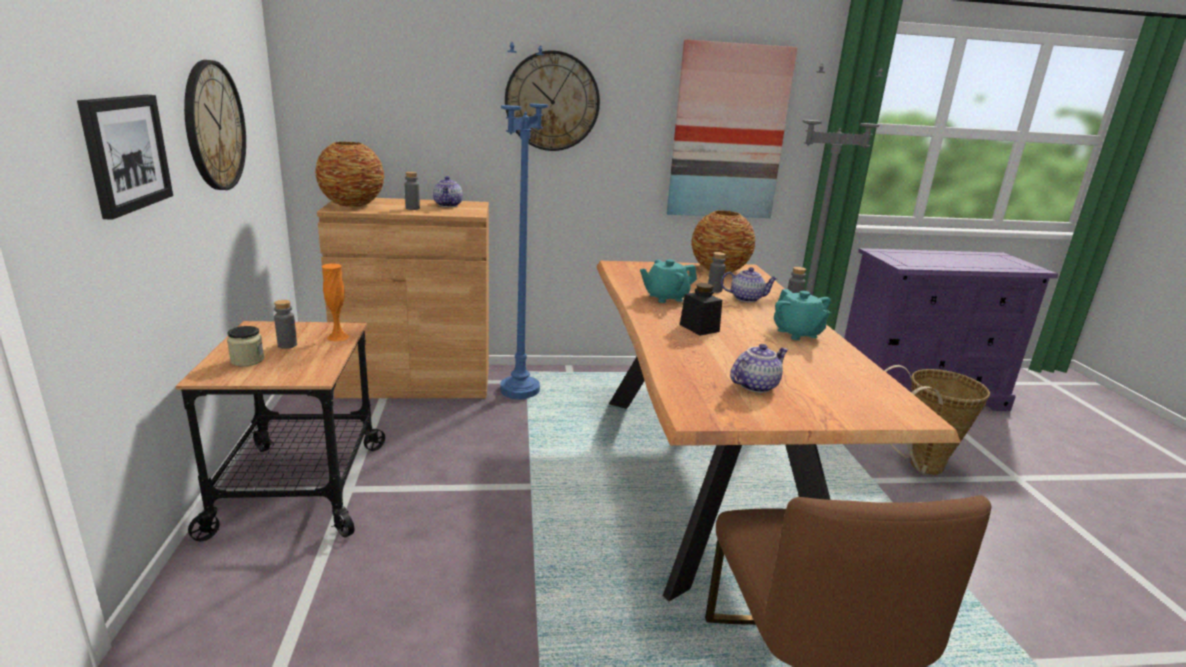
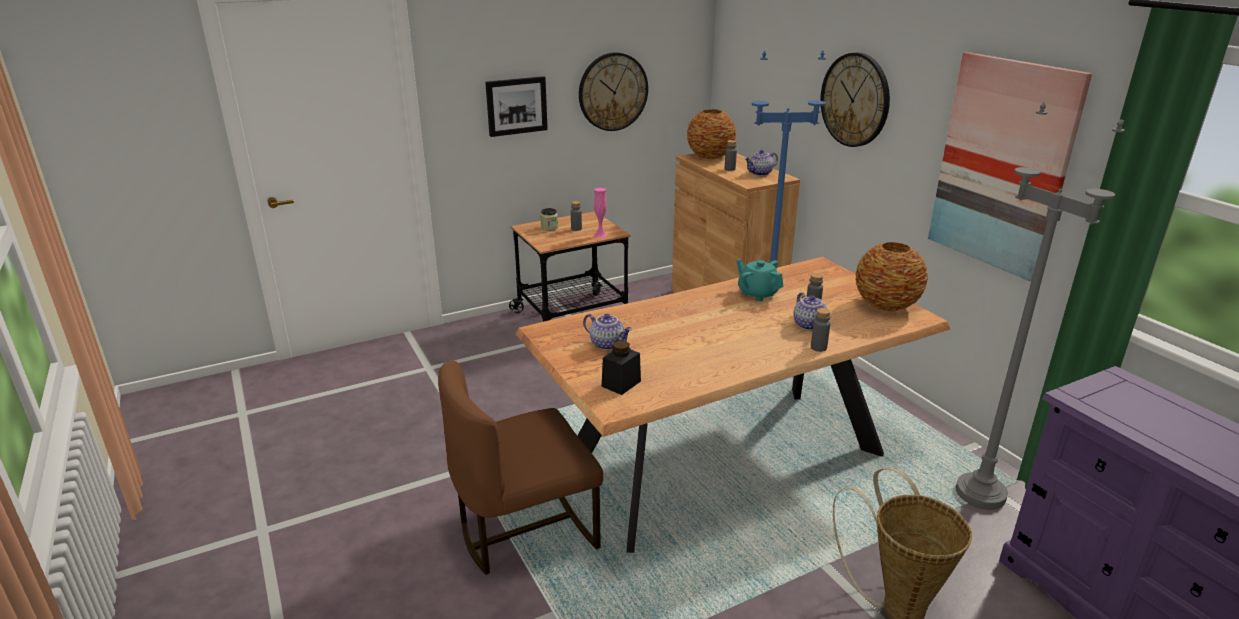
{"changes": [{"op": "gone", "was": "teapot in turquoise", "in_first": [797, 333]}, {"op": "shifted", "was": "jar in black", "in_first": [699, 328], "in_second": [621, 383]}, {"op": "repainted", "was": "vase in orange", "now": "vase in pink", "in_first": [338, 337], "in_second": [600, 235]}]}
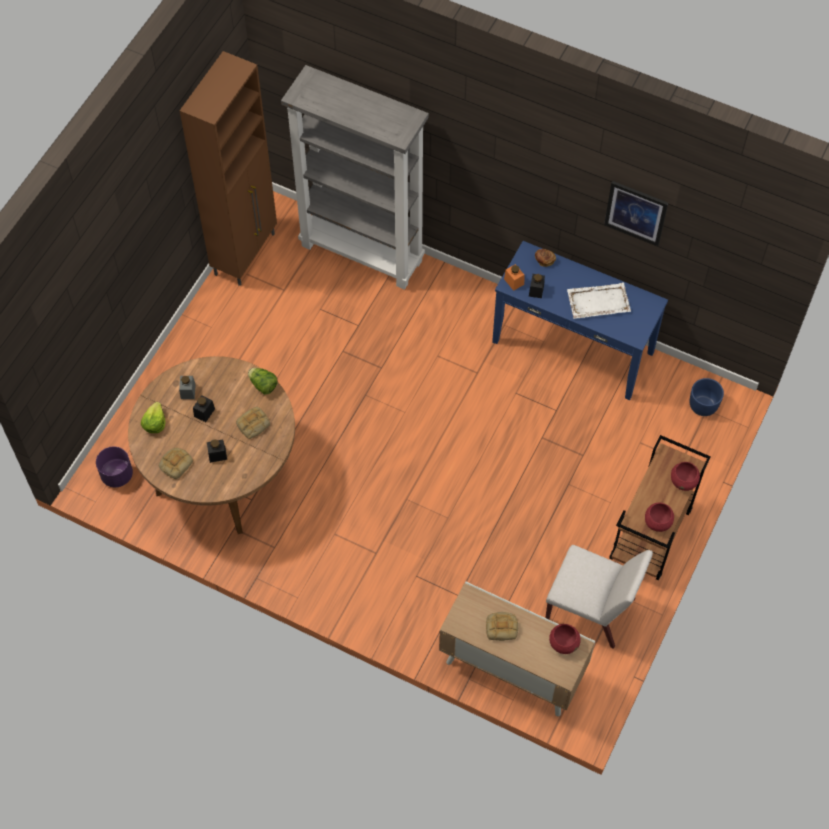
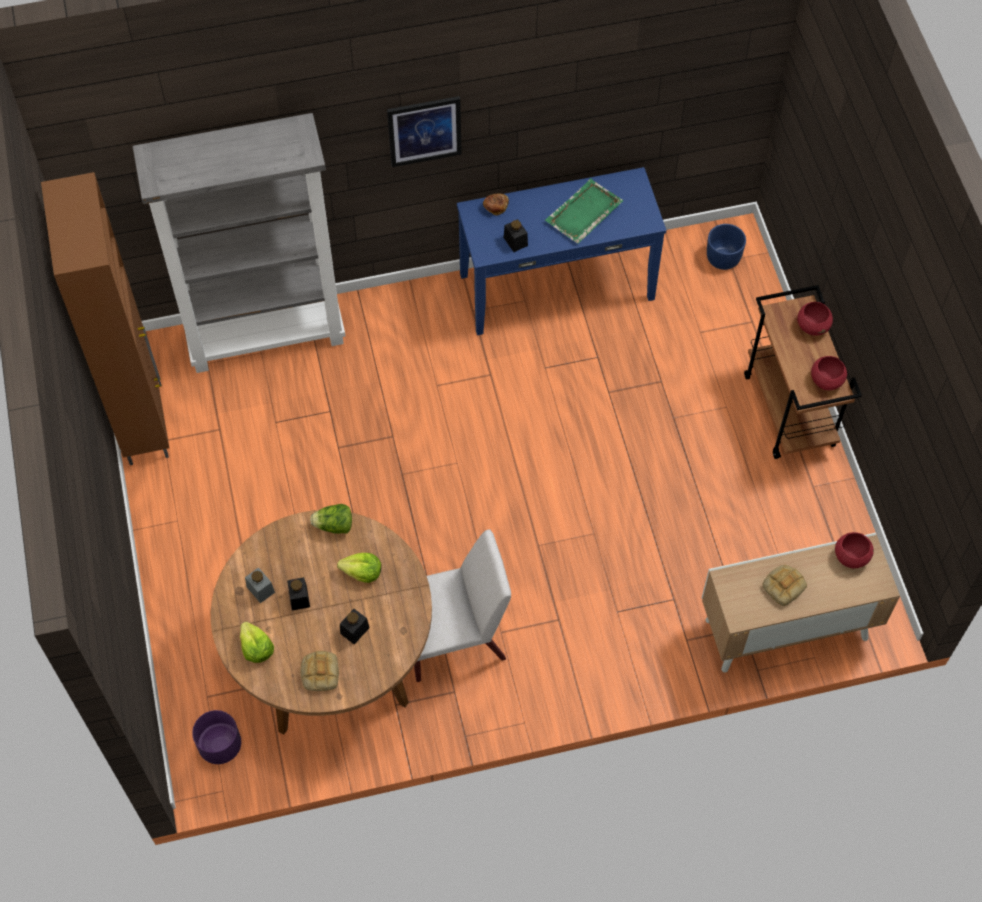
{"changes": [{"op": "gone", "was": "jar in orange", "in_first": [514, 281]}, {"op": "shifted", "was": "chair in white", "in_first": [591, 609], "in_second": [453, 637]}, {"op": "shifted", "was": "picture", "in_first": [636, 212], "in_second": [424, 130]}, {"op": "swapped", "was": "bread", "now": "lettuce", "in_first": [253, 425], "in_second": [362, 573]}, {"op": "repainted", "was": "tray in white", "now": "tray in green", "in_first": [597, 302], "in_second": [583, 213]}]}
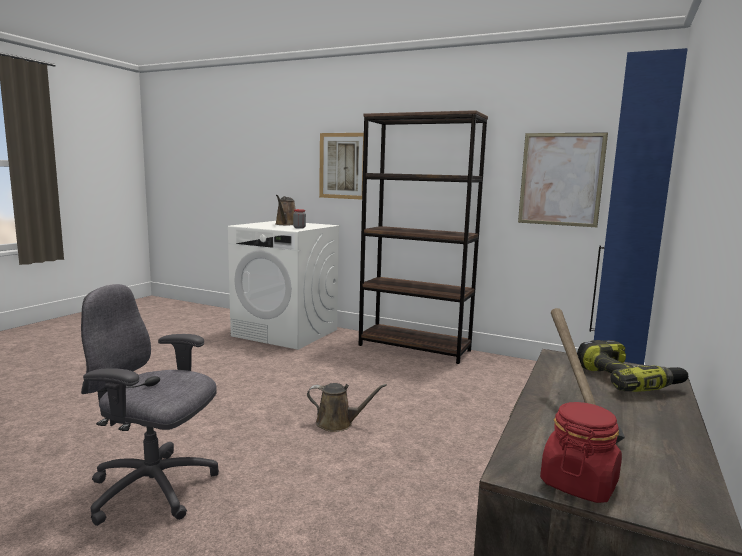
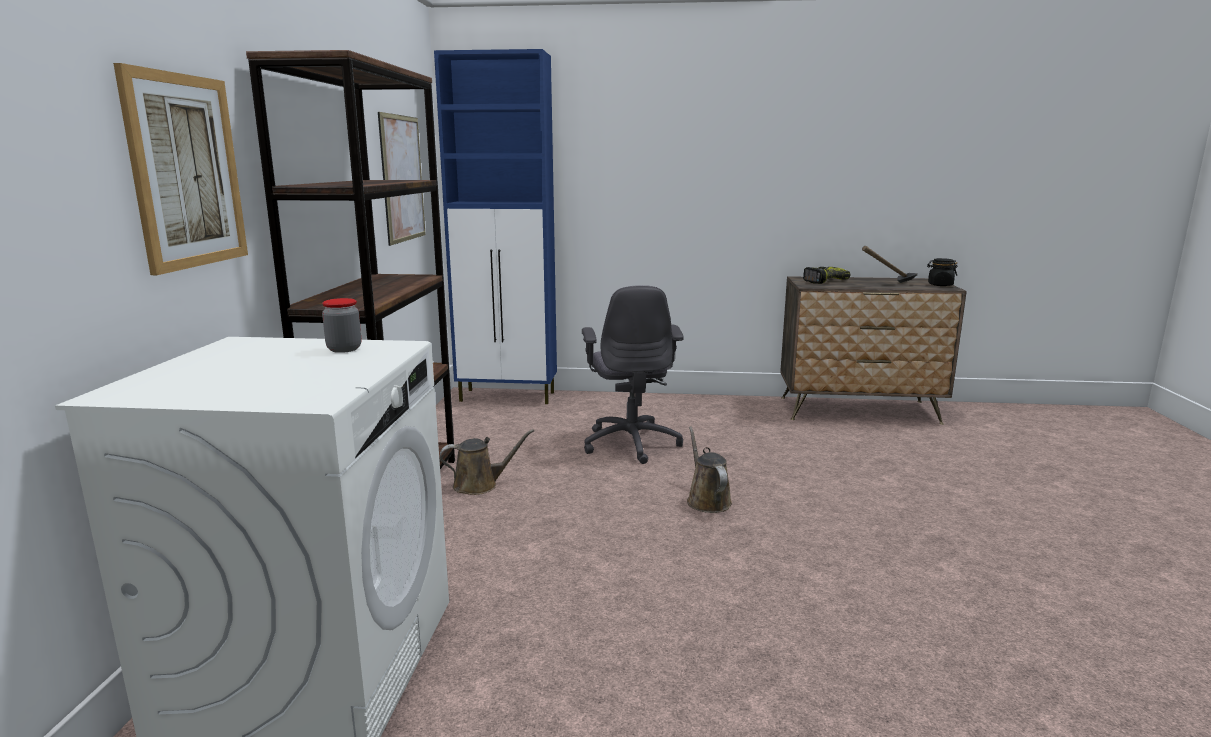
{"changes": [{"op": "shifted", "was": "office chair in grey", "in_first": [154, 489], "in_second": [631, 443]}, {"op": "shifted", "was": "watering can in brown", "in_first": [286, 224], "in_second": [480, 485]}, {"op": "repainted", "was": "jar in red", "now": "jar in black", "in_first": [578, 483], "in_second": [940, 285]}]}
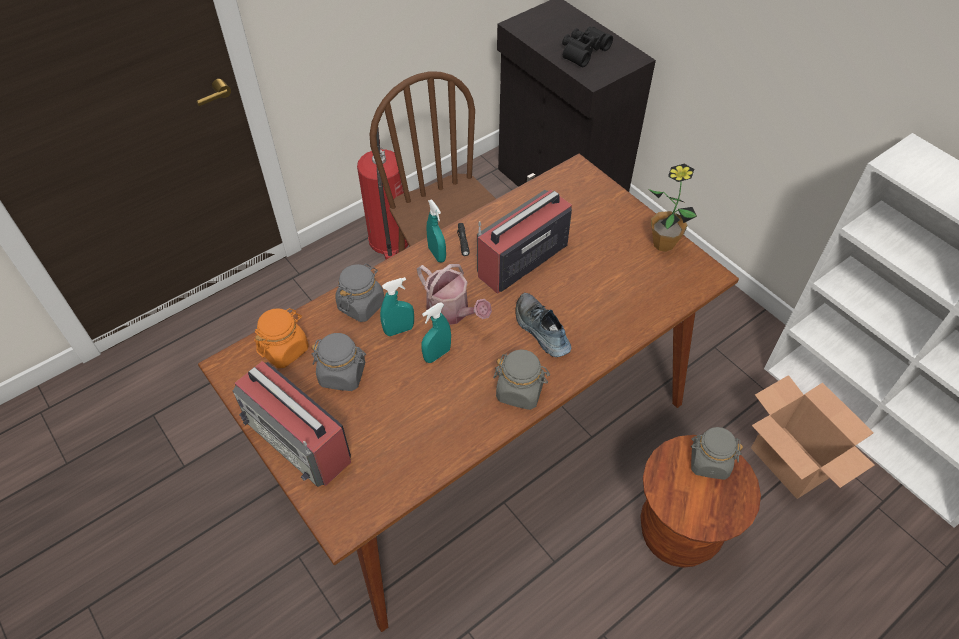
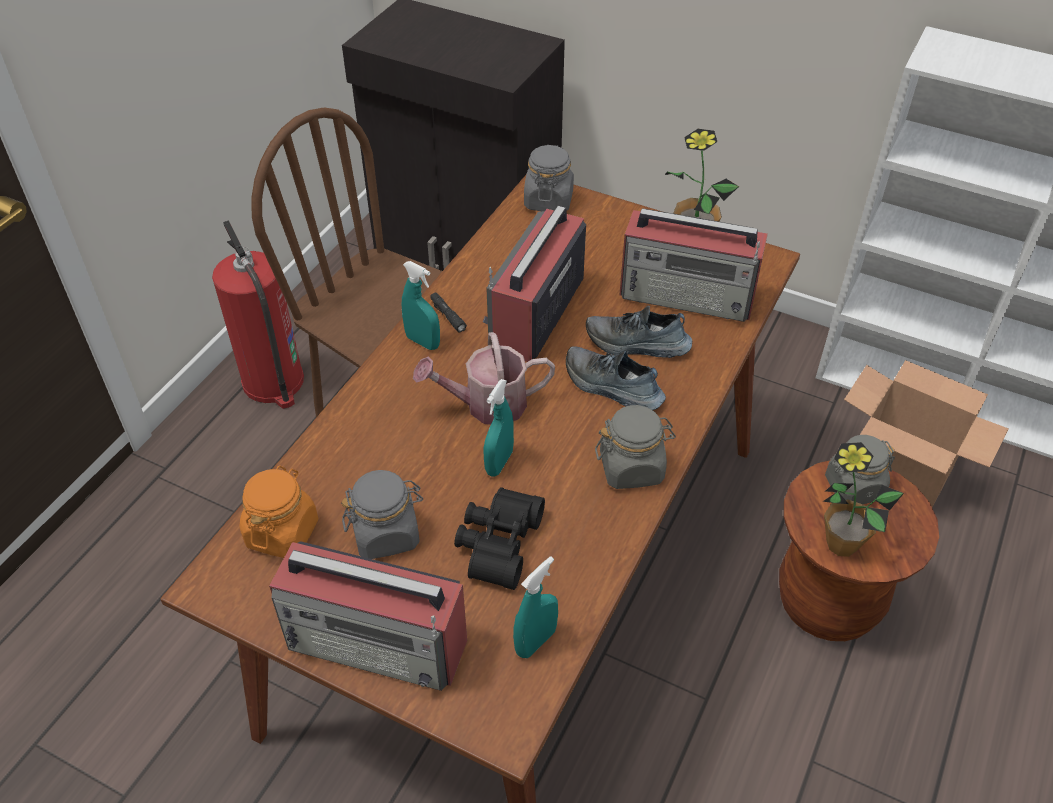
{"changes": [{"op": "new", "now": "shoe", "in_second": [637, 345]}, {"op": "new", "now": "radio", "in_second": [689, 296]}, {"op": "new", "now": "potted plant", "in_second": [841, 544]}, {"op": "shifted", "was": "jar in grey", "in_first": [361, 305], "in_second": [548, 200]}, {"op": "shifted", "was": "spray bottle in turquoise", "in_first": [399, 330], "in_second": [535, 642]}, {"op": "shifted", "was": "binoculars in black", "in_first": [582, 51], "in_second": [496, 543]}, {"op": "rotated", "was": "watering can", "in_first": [452, 312], "in_second": [487, 405], "clockwise": 150}]}
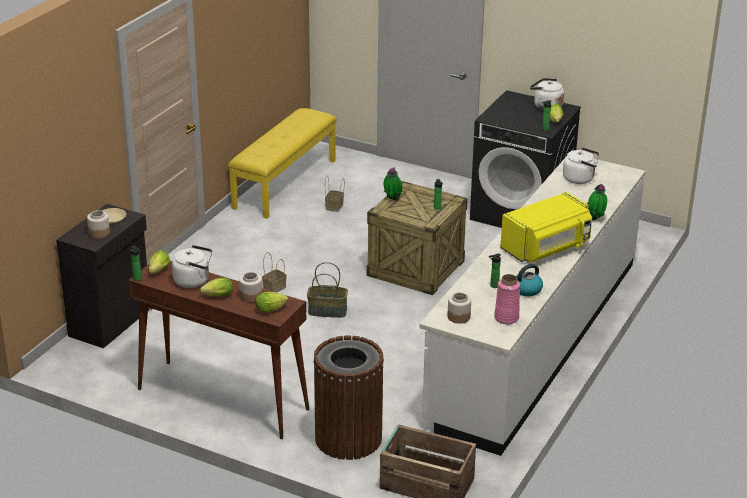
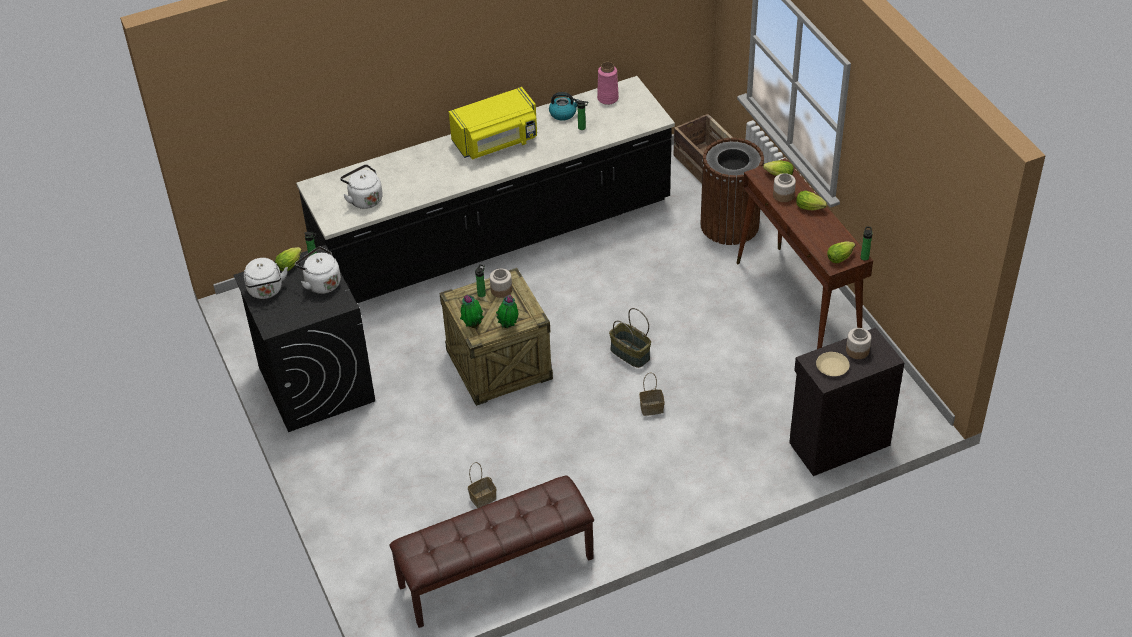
{"changes": [{"op": "shifted", "was": "kettle in white", "in_first": [194, 281], "in_second": [321, 283]}, {"op": "shifted", "was": "jar", "in_first": [458, 317], "in_second": [501, 290]}, {"op": "shifted", "was": "potted plant", "in_first": [595, 219], "in_second": [473, 325]}, {"op": "repainted", "was": "bench in yellow", "now": "bench in brown", "in_first": [284, 183], "in_second": [496, 572]}, {"op": "repainted", "was": "counter in white", "now": "counter in black", "in_first": [534, 339], "in_second": [495, 238]}, {"op": "rotated", "was": "microwave in yellow", "in_first": [546, 248], "in_second": [497, 142], "clockwise": 150}]}
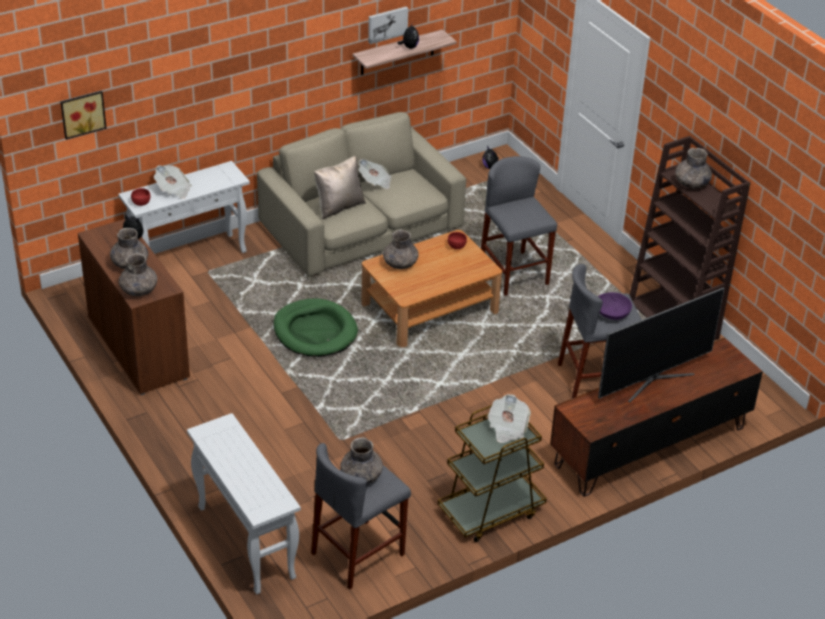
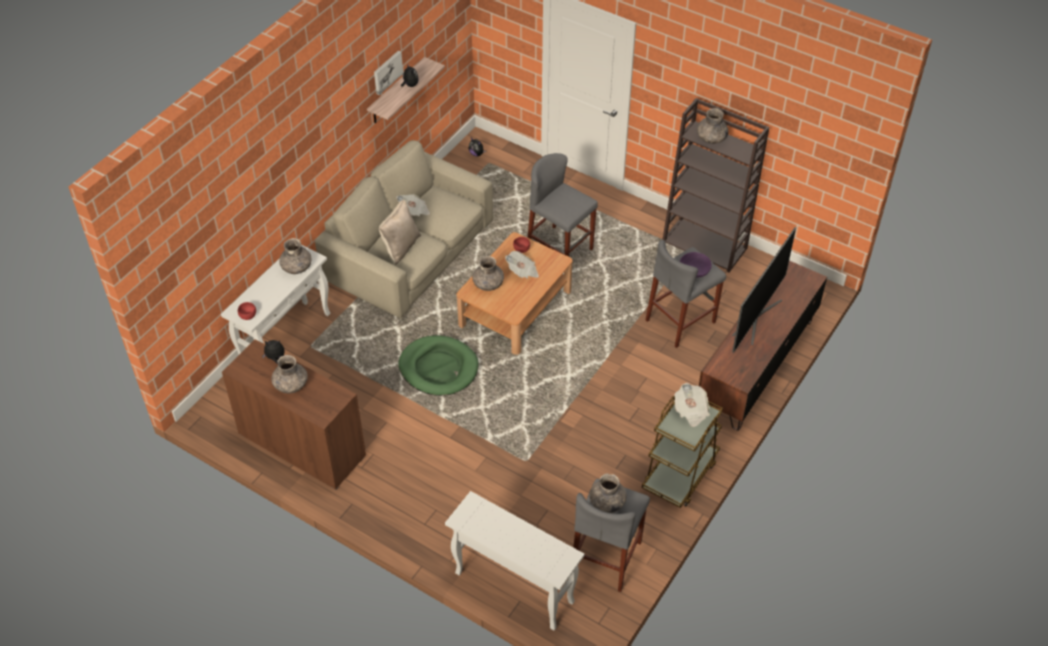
{"changes": [{"op": "gone", "was": "picture", "in_first": [82, 113]}, {"op": "shifted", "was": "vase in grey", "in_first": [139, 290], "in_second": [297, 267]}, {"op": "shifted", "was": "newspaper", "in_first": [173, 190], "in_second": [522, 272]}]}
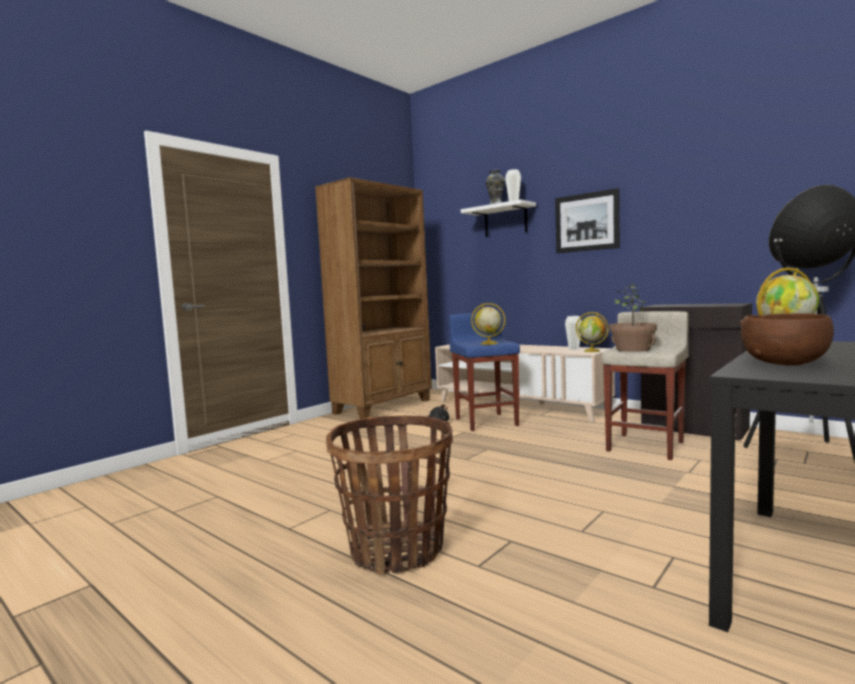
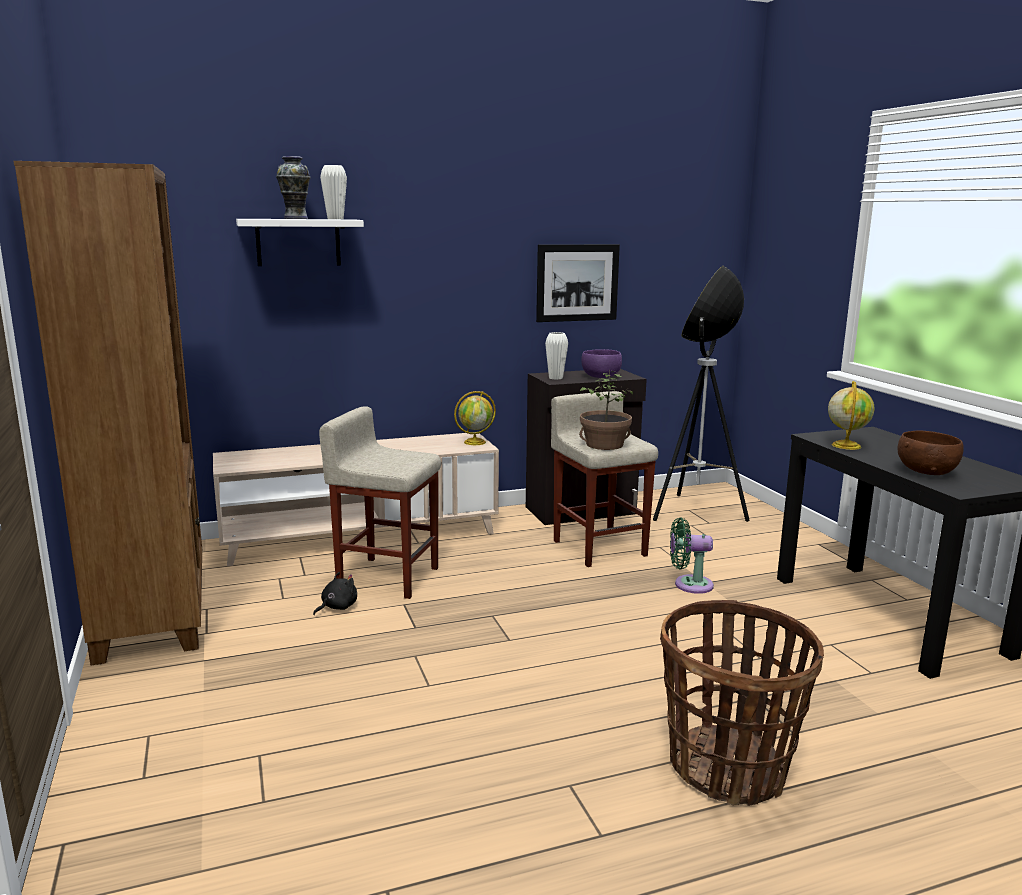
{"changes": [{"op": "gone", "was": "globe", "in_first": [488, 343]}, {"op": "new", "now": "bowl in purple", "in_second": [601, 377]}, {"op": "new", "now": "fan in green", "in_second": [689, 585]}, {"op": "shifted", "was": "picture", "in_first": [586, 222], "in_second": [577, 282]}, {"op": "shifted", "was": "vase in white", "in_first": [573, 348], "in_second": [555, 378]}, {"op": "repainted", "was": "stool in blue", "now": "stool in beige", "in_first": [486, 421], "in_second": [387, 577]}]}
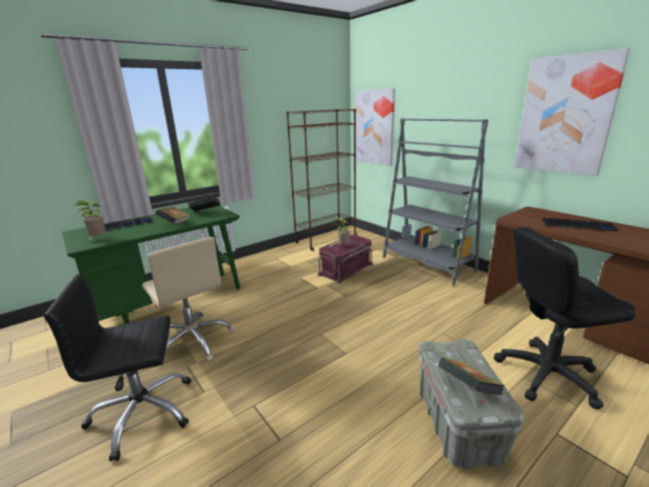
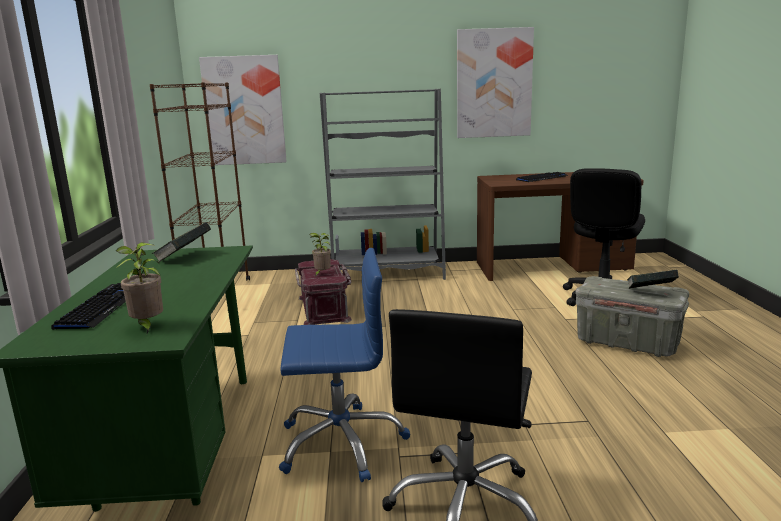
{"changes": [{"op": "gone", "was": "book", "in_first": [175, 224]}, {"op": "repainted", "was": "office chair in beige", "now": "office chair in blue", "in_first": [194, 341], "in_second": [341, 442]}]}
